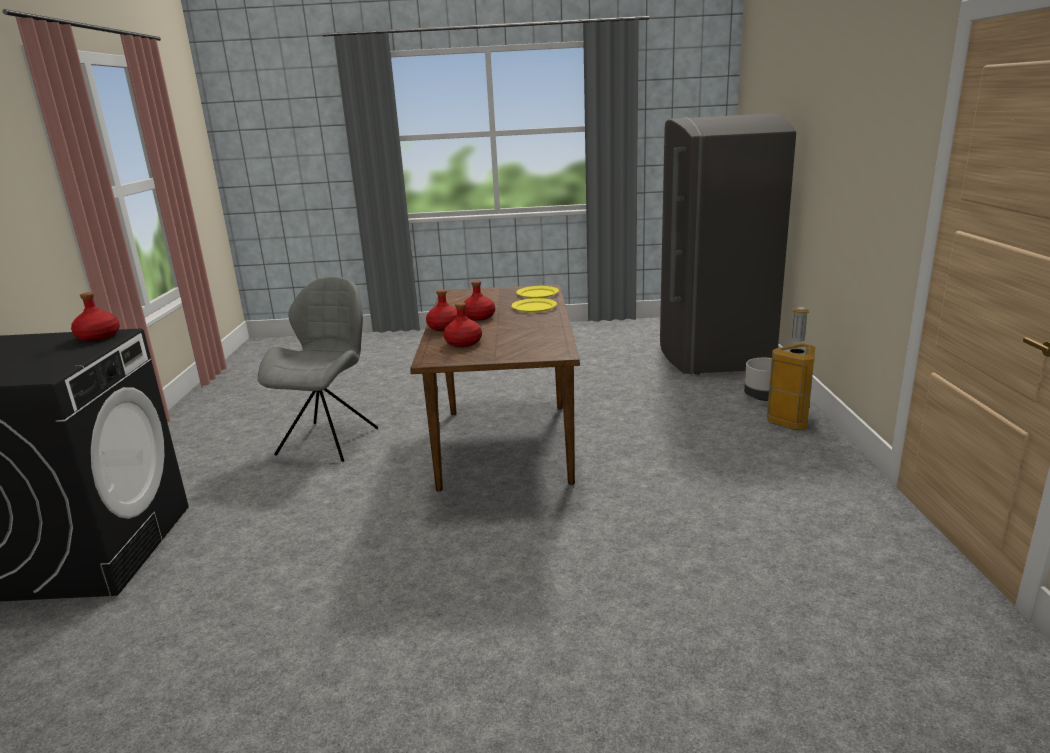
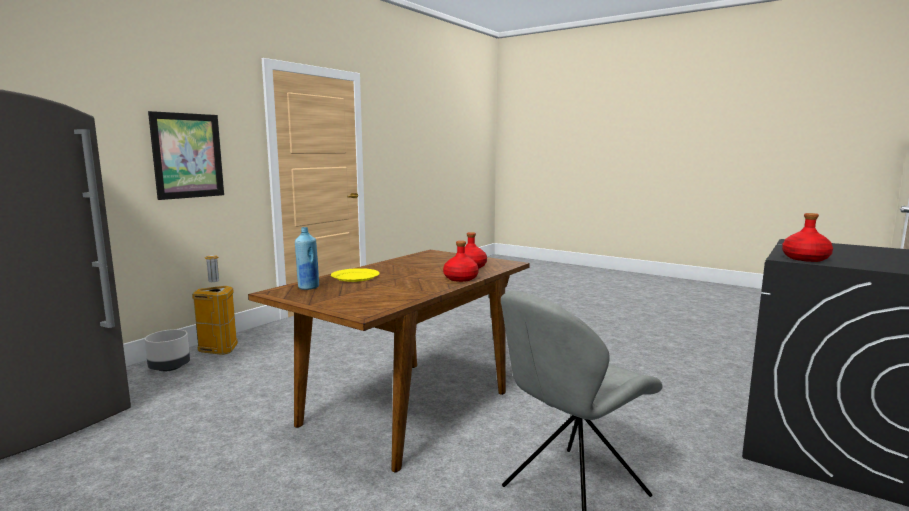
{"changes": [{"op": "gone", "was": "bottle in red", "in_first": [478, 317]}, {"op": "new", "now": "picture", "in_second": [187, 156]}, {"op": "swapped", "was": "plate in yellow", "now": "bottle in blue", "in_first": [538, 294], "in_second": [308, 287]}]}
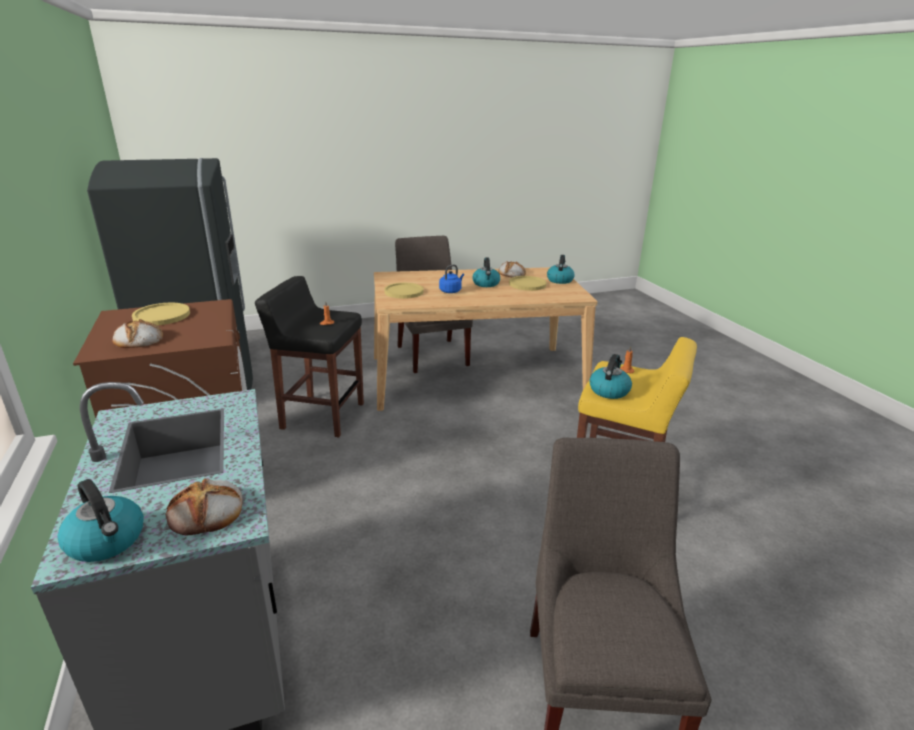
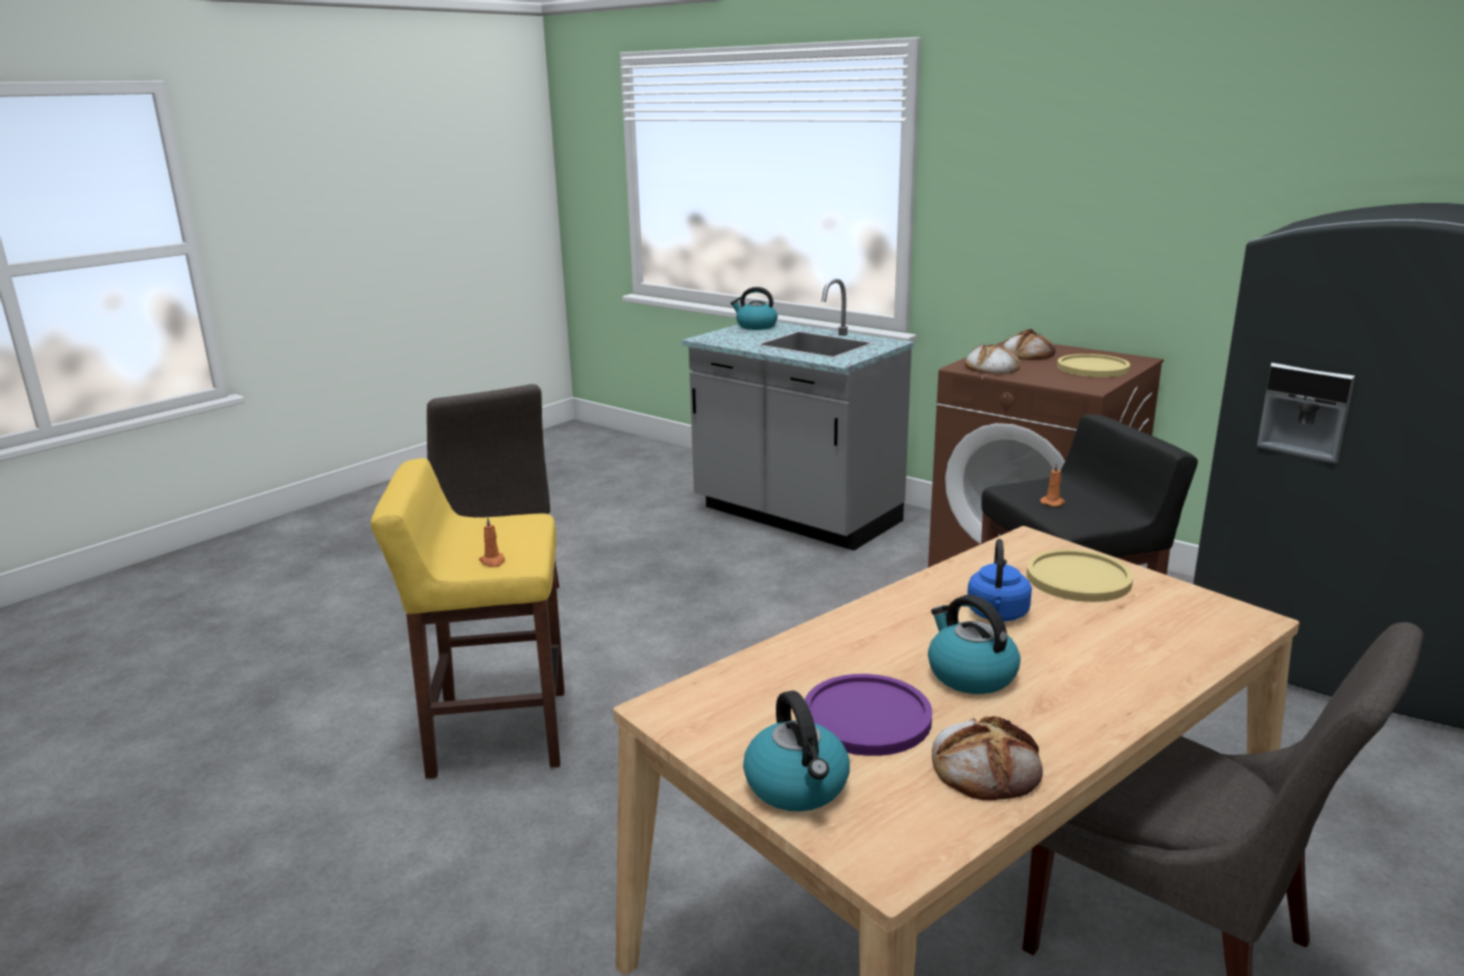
{"changes": [{"op": "gone", "was": "kettle", "in_first": [609, 390]}, {"op": "shifted", "was": "bread", "in_first": [207, 512], "in_second": [991, 367]}, {"op": "repainted", "was": "plate in yellow", "now": "plate in purple", "in_first": [527, 284], "in_second": [867, 717]}]}
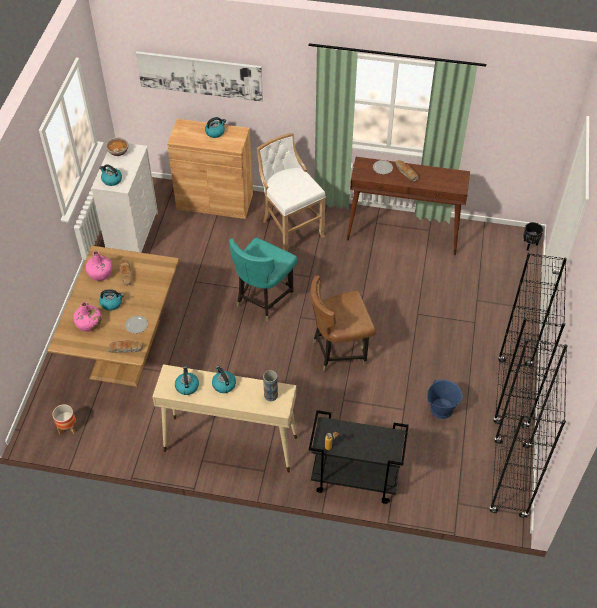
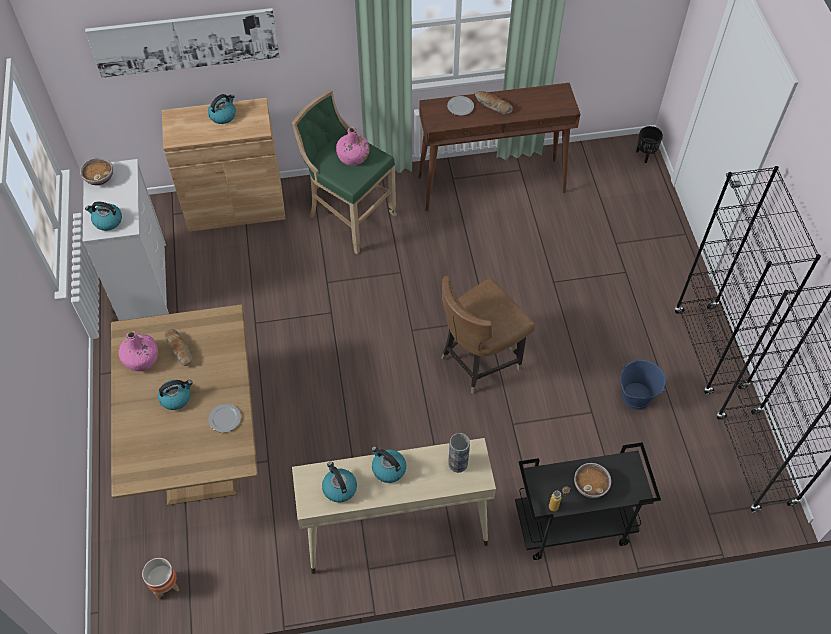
{"changes": [{"op": "gone", "was": "bread", "in_first": [126, 349]}, {"op": "gone", "was": "chair in turquoise", "in_first": [263, 299]}, {"op": "new", "now": "bowl", "in_second": [590, 485]}, {"op": "shifted", "was": "bottle in pink", "in_first": [89, 324], "in_second": [353, 157]}, {"op": "repainted", "was": "stool in white", "now": "stool in green", "in_first": [290, 229], "in_second": [348, 216]}]}
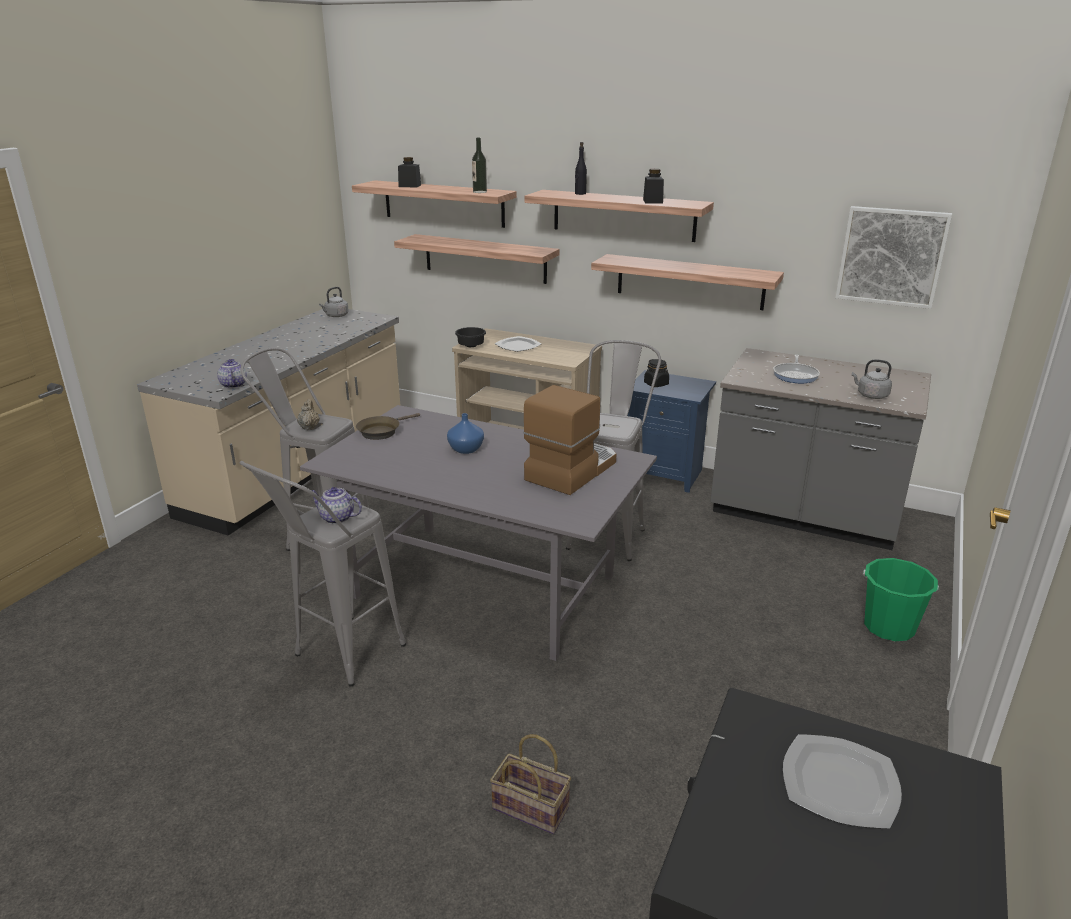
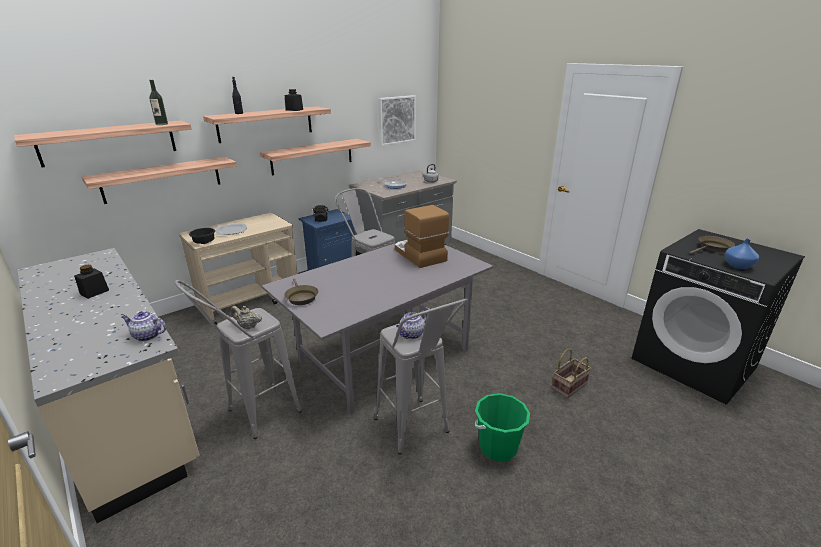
{"changes": [{"op": "gone", "was": "kettle in grey", "in_first": [336, 316]}, {"op": "shifted", "was": "jar in black", "in_first": [409, 186], "in_second": [94, 292]}, {"op": "shifted", "was": "vase in blue", "in_first": [465, 449], "in_second": [737, 265]}, {"op": "shifted", "was": "bucket in green", "in_first": [889, 627], "in_second": [498, 447]}, {"op": "swapped", "was": "plate", "now": "frying pan in brown", "in_first": [841, 784], "in_second": [712, 248]}]}
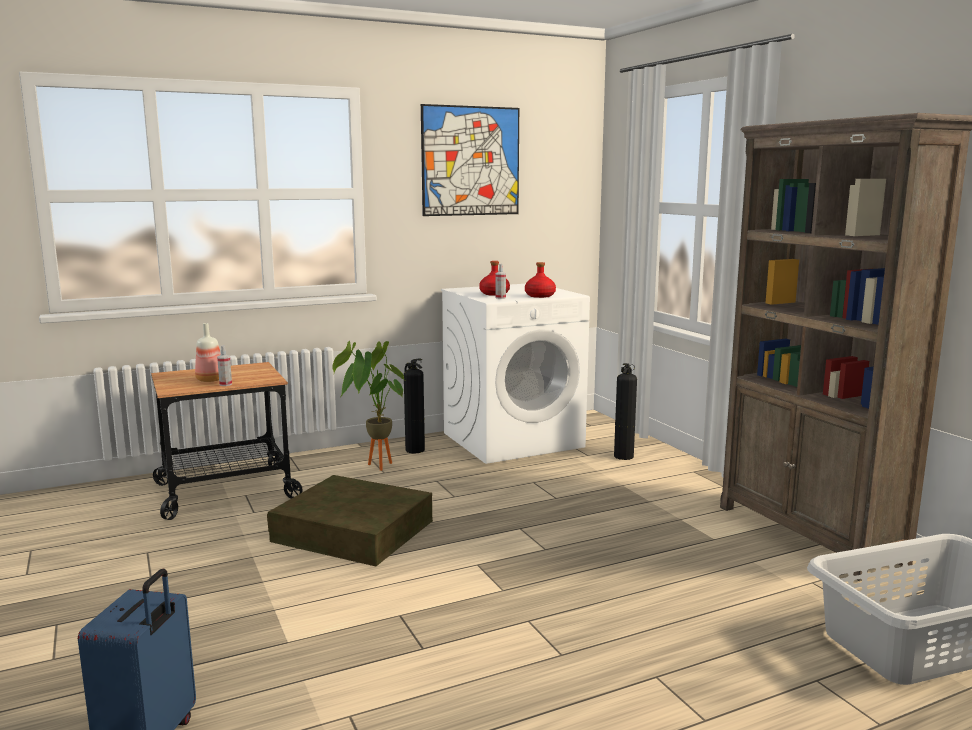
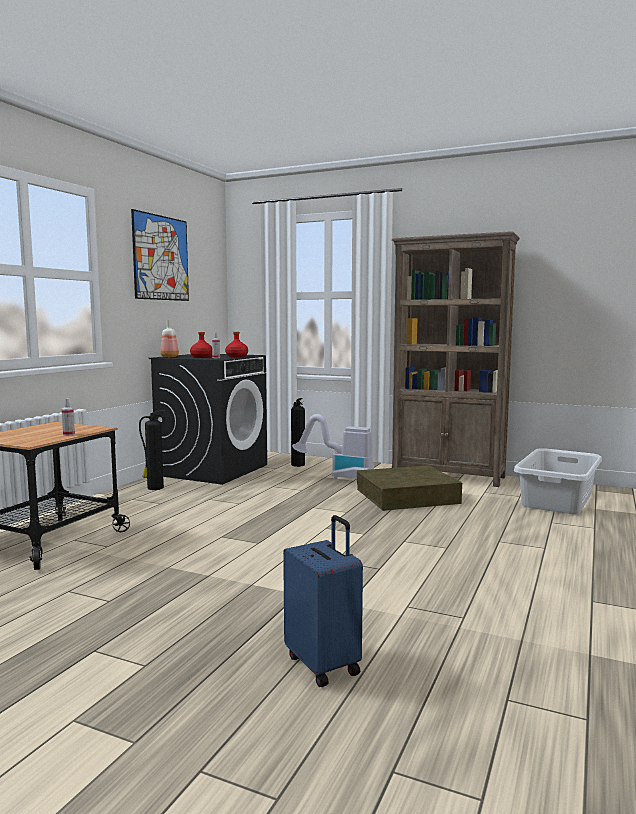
{"changes": [{"op": "gone", "was": "potted plant", "in_first": [374, 467]}, {"op": "new", "now": "vacuum cleaner", "in_second": [338, 476]}, {"op": "shifted", "was": "bottle", "in_first": [211, 380], "in_second": [169, 356]}, {"op": "shifted", "was": "storage box in brown", "in_first": [353, 531], "in_second": [407, 496]}, {"op": "repainted", "was": "washing machine in white", "now": "washing machine in black", "in_first": [513, 439], "in_second": [213, 470]}]}
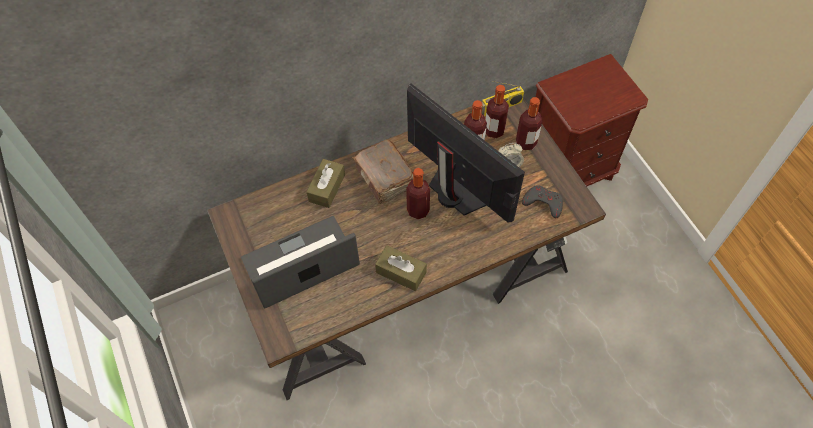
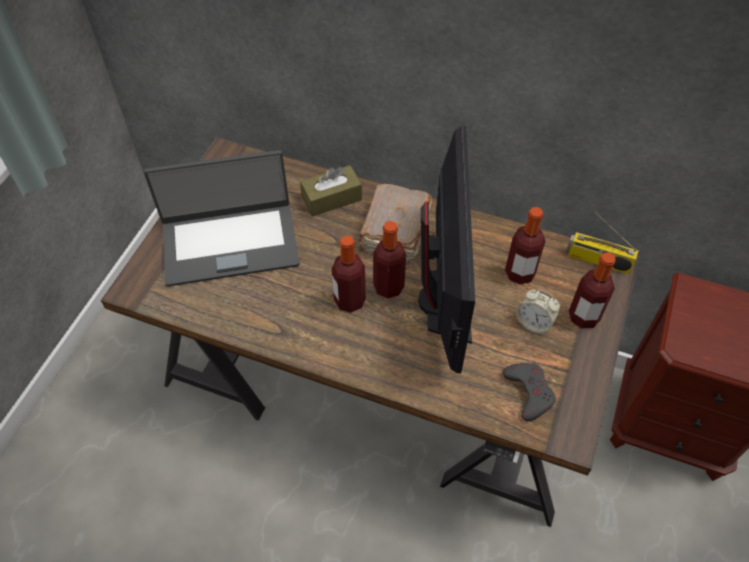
{"changes": [{"op": "gone", "was": "tissue box in brown", "in_first": [401, 272]}, {"op": "shifted", "was": "bottle", "in_first": [494, 131], "in_second": [349, 301]}, {"op": "rotated", "was": "laptop", "in_first": [301, 264], "in_second": [230, 243], "clockwise": 150}]}
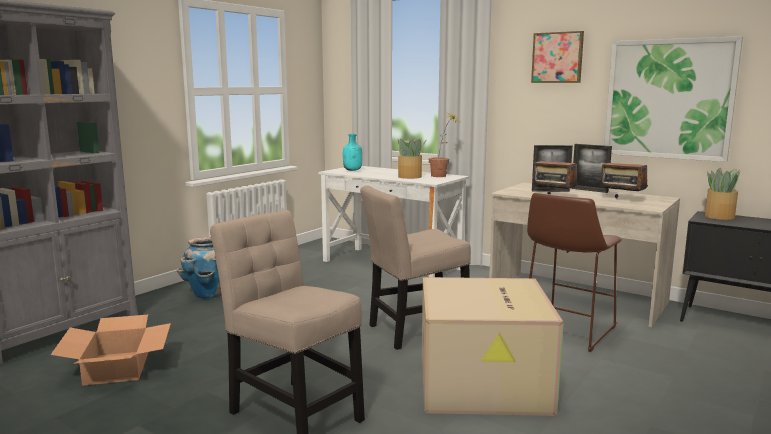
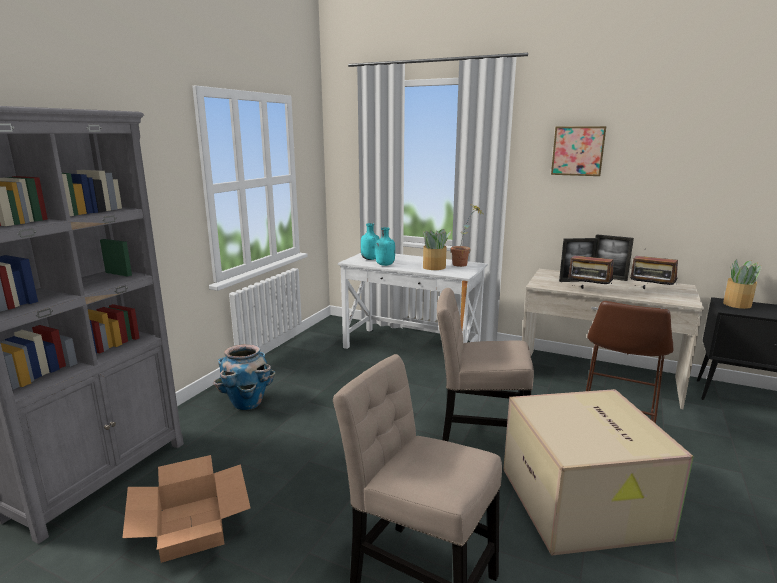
{"changes": [{"op": "gone", "was": "picture", "in_first": [668, 99]}, {"op": "new", "now": "bottle in turquoise", "in_second": [384, 265]}, {"op": "rotated", "was": "chair in beige", "in_first": [414, 331], "in_second": [478, 436], "clockwise": 45}]}
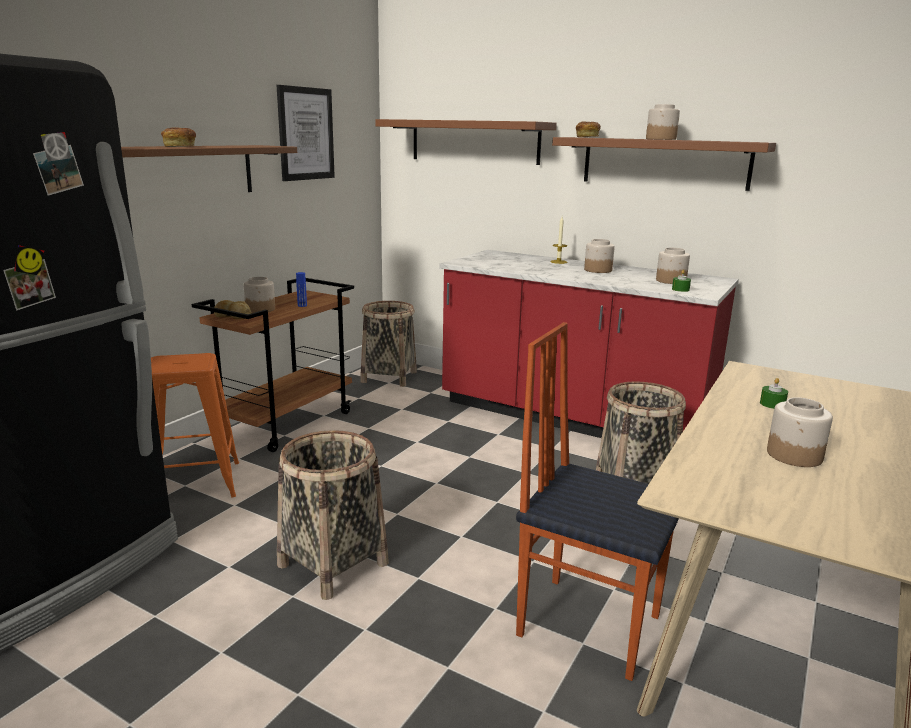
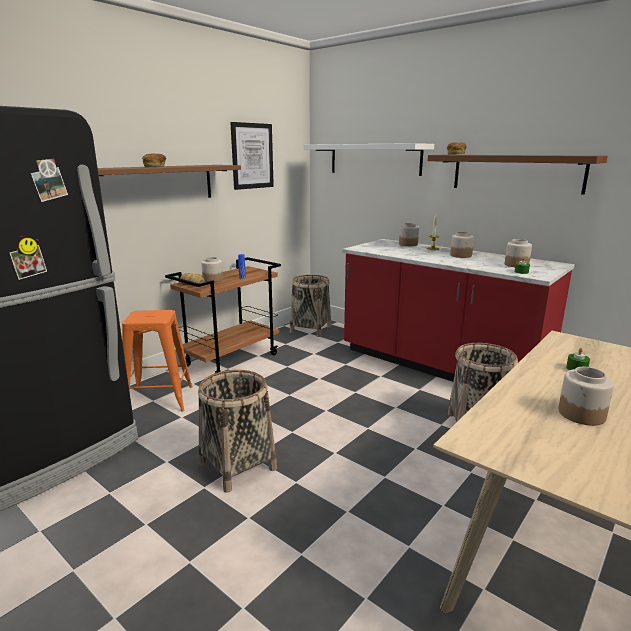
{"changes": [{"op": "gone", "was": "chair", "in_first": [588, 623]}, {"op": "shifted", "was": "jar", "in_first": [661, 139], "in_second": [408, 244]}, {"op": "repainted", "was": "shelf in brown", "now": "shelf in white", "in_first": [474, 141], "in_second": [374, 159]}]}
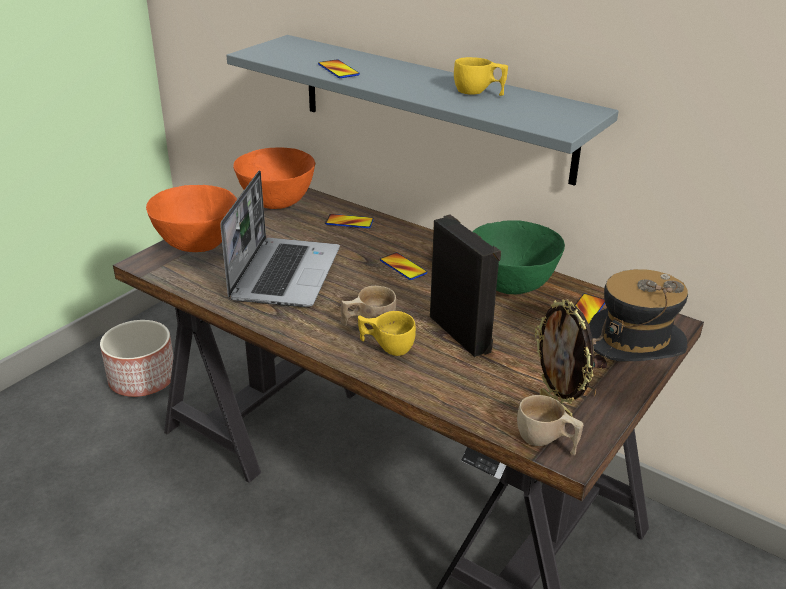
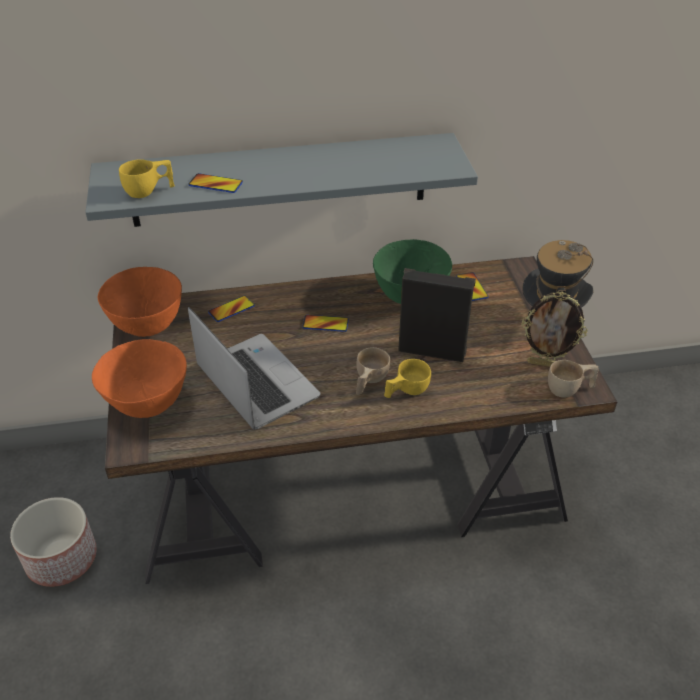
{"changes": [{"op": "shifted", "was": "cup in yellow", "in_first": [479, 93], "in_second": [149, 191]}]}
